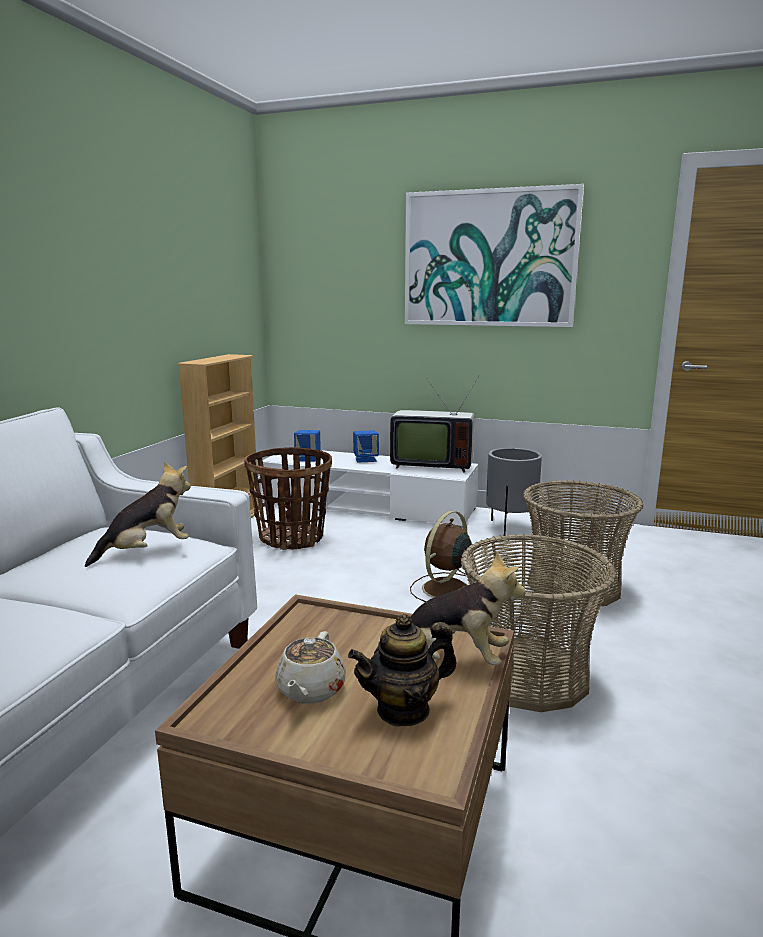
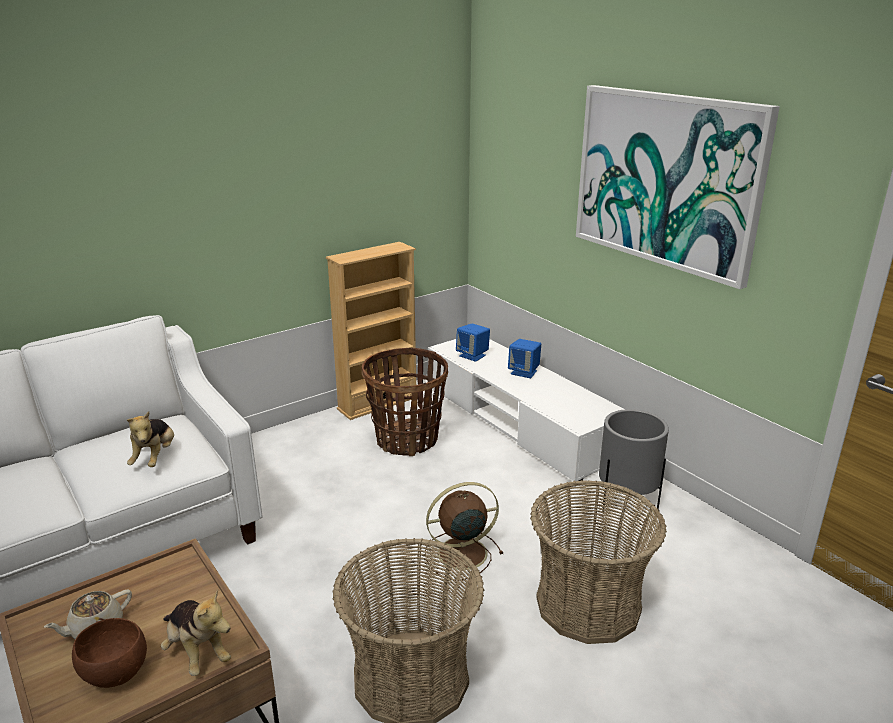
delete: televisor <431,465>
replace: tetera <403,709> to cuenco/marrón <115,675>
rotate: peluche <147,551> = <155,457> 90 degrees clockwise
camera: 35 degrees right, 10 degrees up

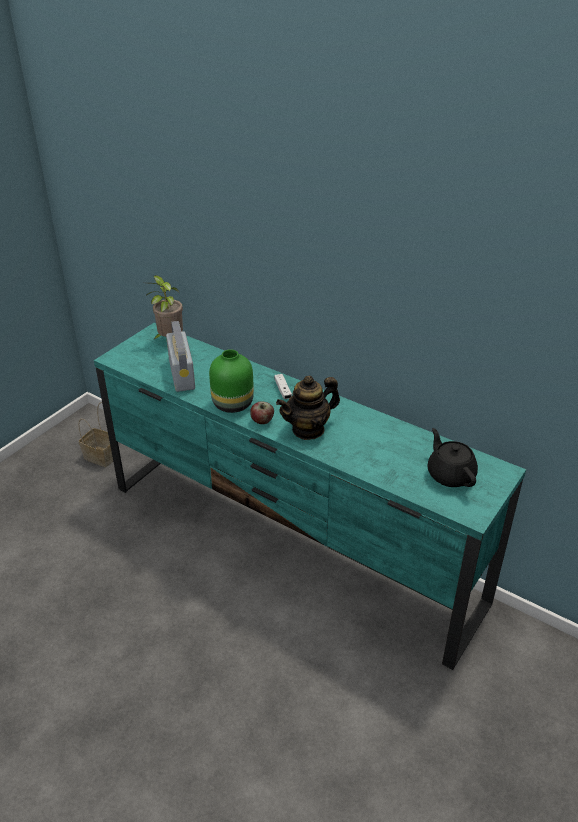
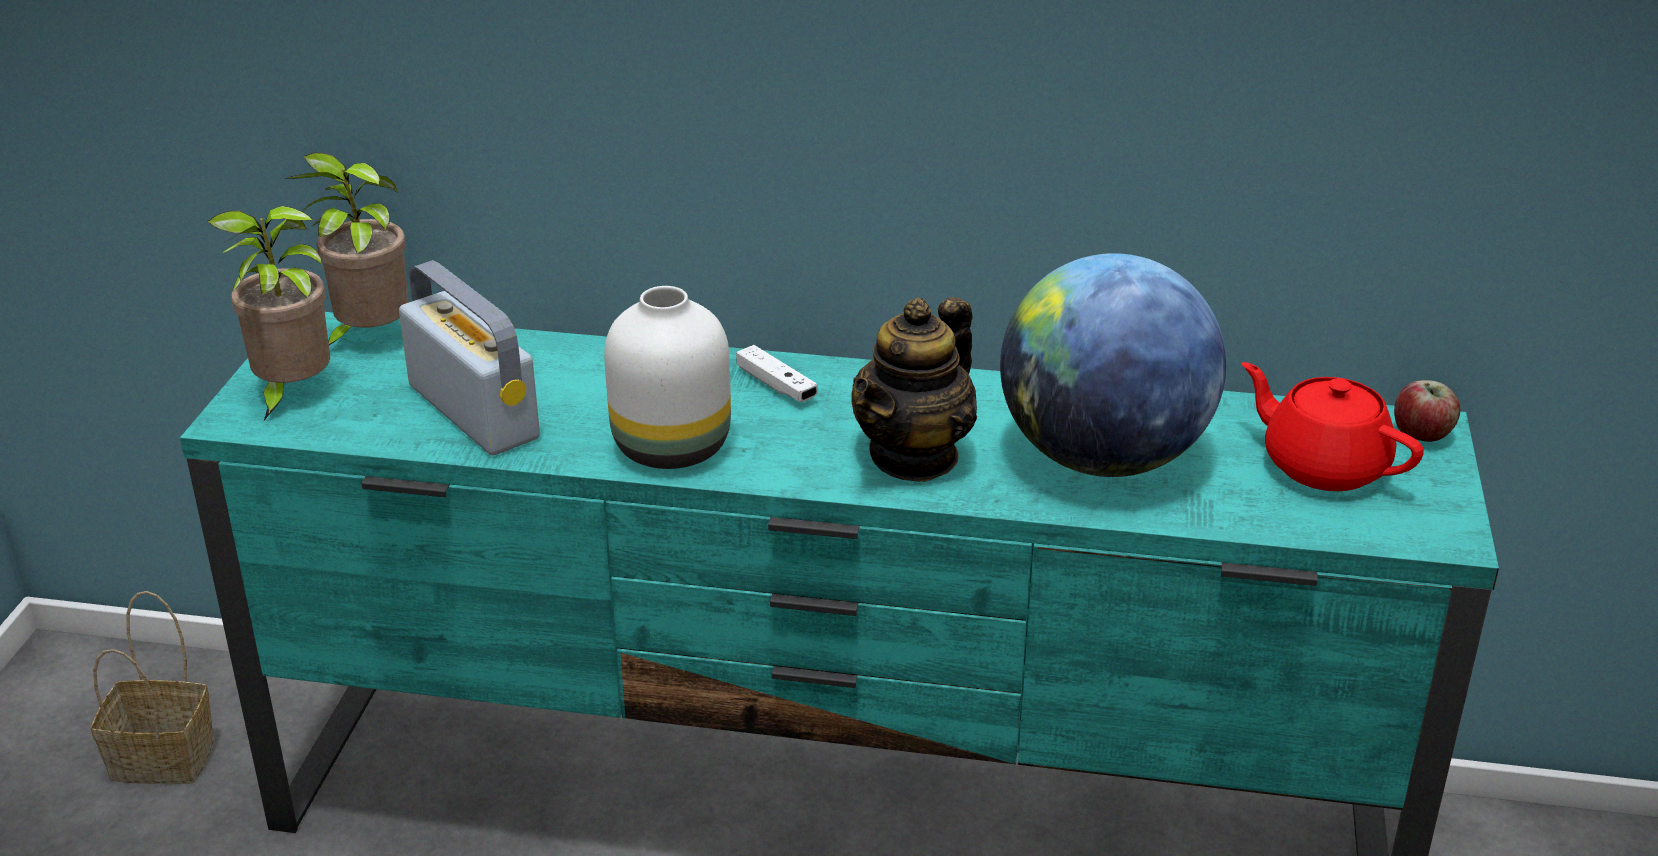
insert: planta en maceta <291,395>; globo terráqueo <1103,458>
move: manzana <262,421> to <1422,435>
recolor: florero/verde <232,404> to florero/blanco <672,449>; tetera/negro <450,474> to tetera/rojo <1322,465>
camera: 25 degrees left, 5 degrees down

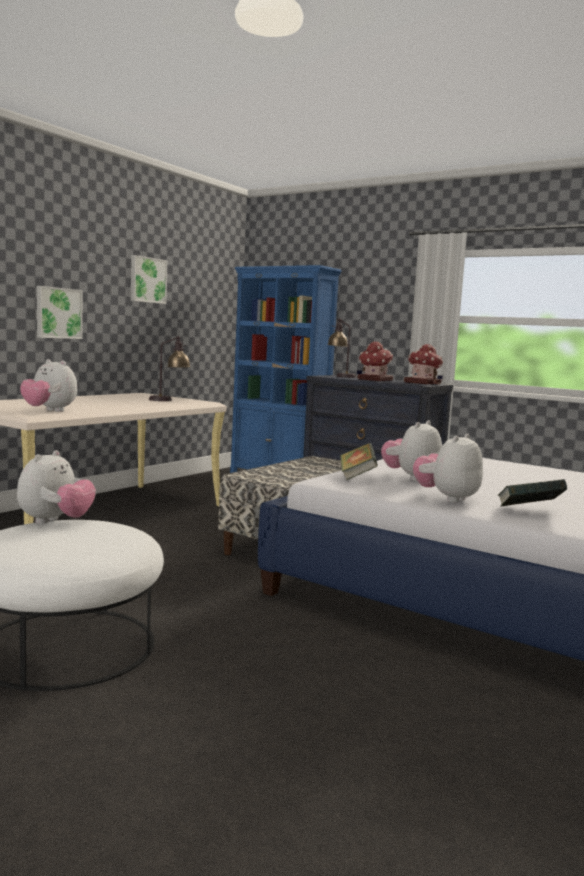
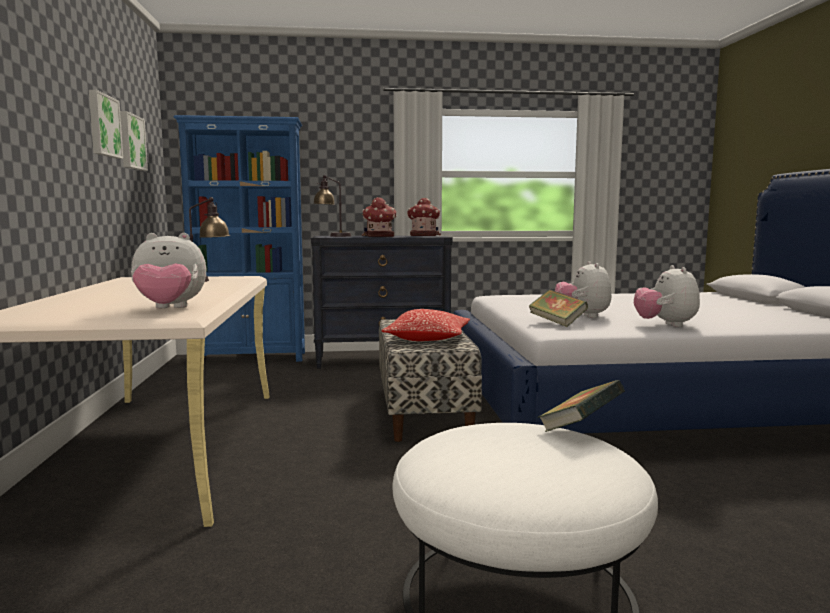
delete: peluche <55,522>
insert: cojín <428,339>
move: cuadro <58,313> to <131,142>; libro <529,511> to <580,429>
camera: 40 degrees left, 0 degrees up

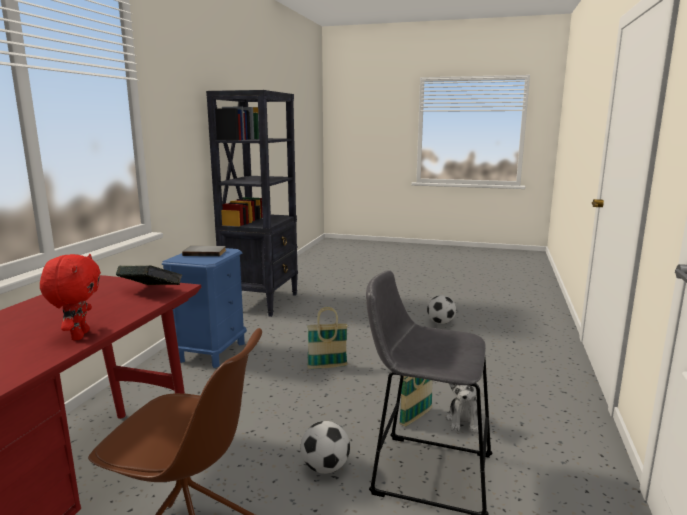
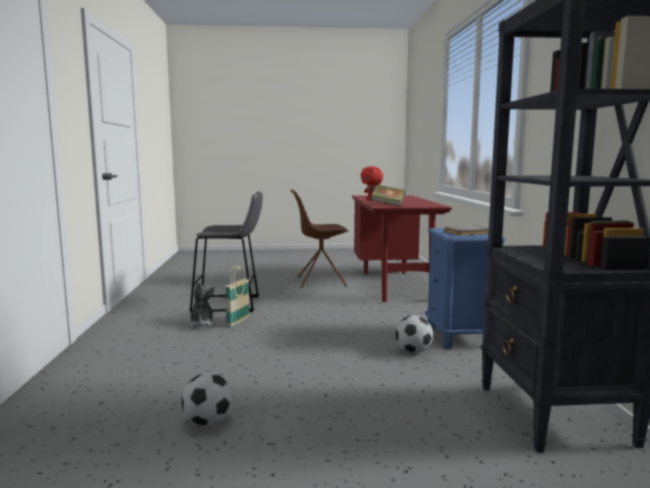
delete: cesta <327,366>
move: balón de fútbol <325,468> to <413,351>
camera: 160 degrees right, 5 degrees down

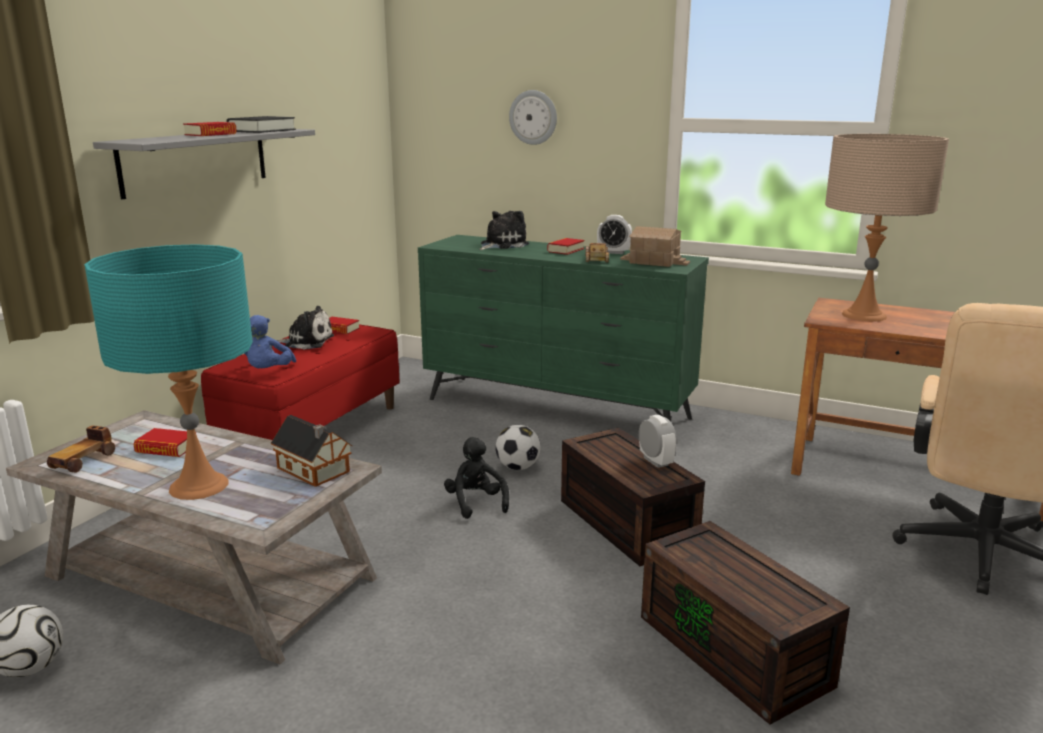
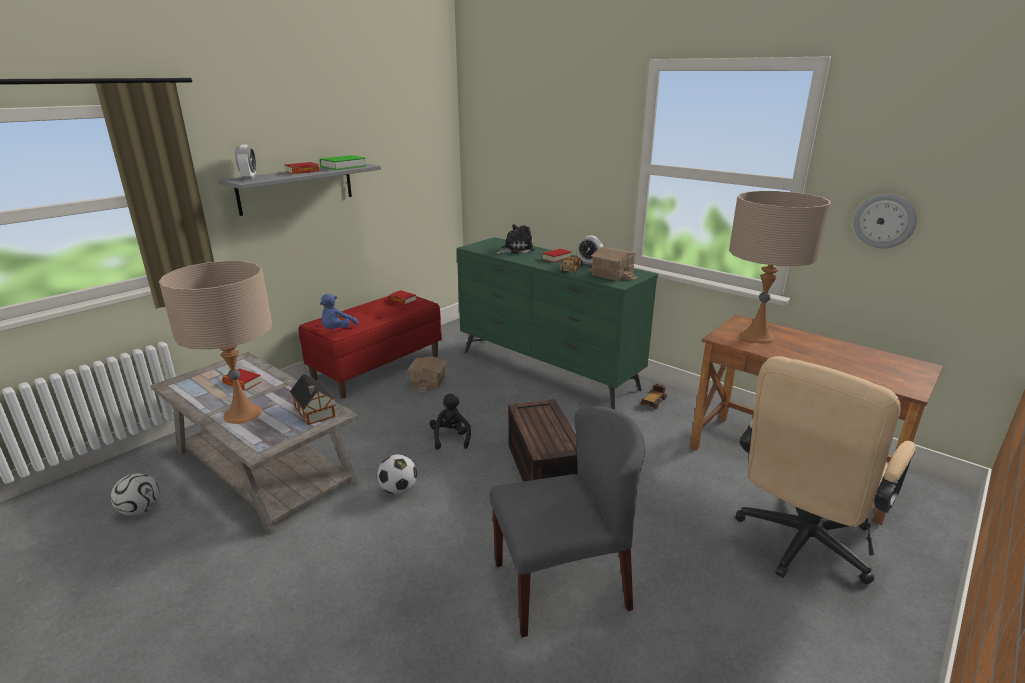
delete: peluche <306,342>
insert: casita <429,382>
move: reloj de pared <533,117> to <884,221>; despertador <655,461> to <249,178>; coche de juguete <84,460> to <653,401>; balón de fútbol <518,467> to <398,489>
replace: caja de almacenaje/marrón <737,651> to silla/gris <562,585>
recolor: libro/negro <262,130> to libro/verde <343,166>; lámpara de mesa/turquesa <199,486> to lámpara de mesa/beis <243,414>
camera: 15 degrees right, 5 degrees up

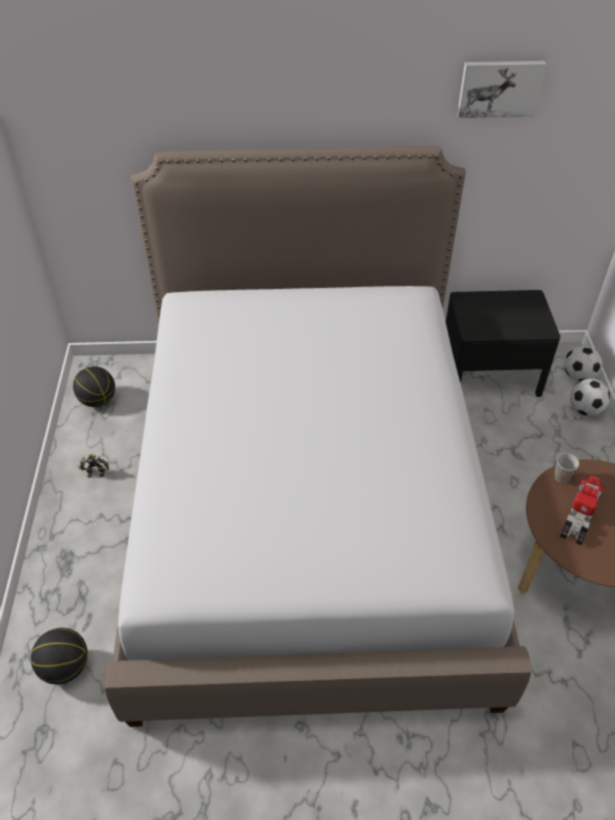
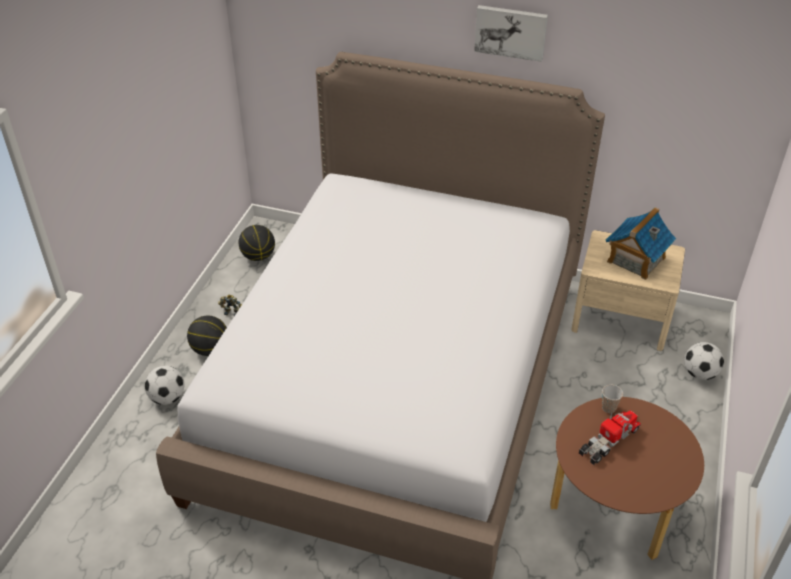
insert: casita <635,260>
move: cuadro <499,88> to <511,32>; balón de fútbol <578,376> to <167,397>; balón de baloncesto <65,667> to <210,349>
recolor: mesita de noche/negro <489,372> to mesita de noche/beis <621,317>
camera: 20 degrees right, 5 degrees down

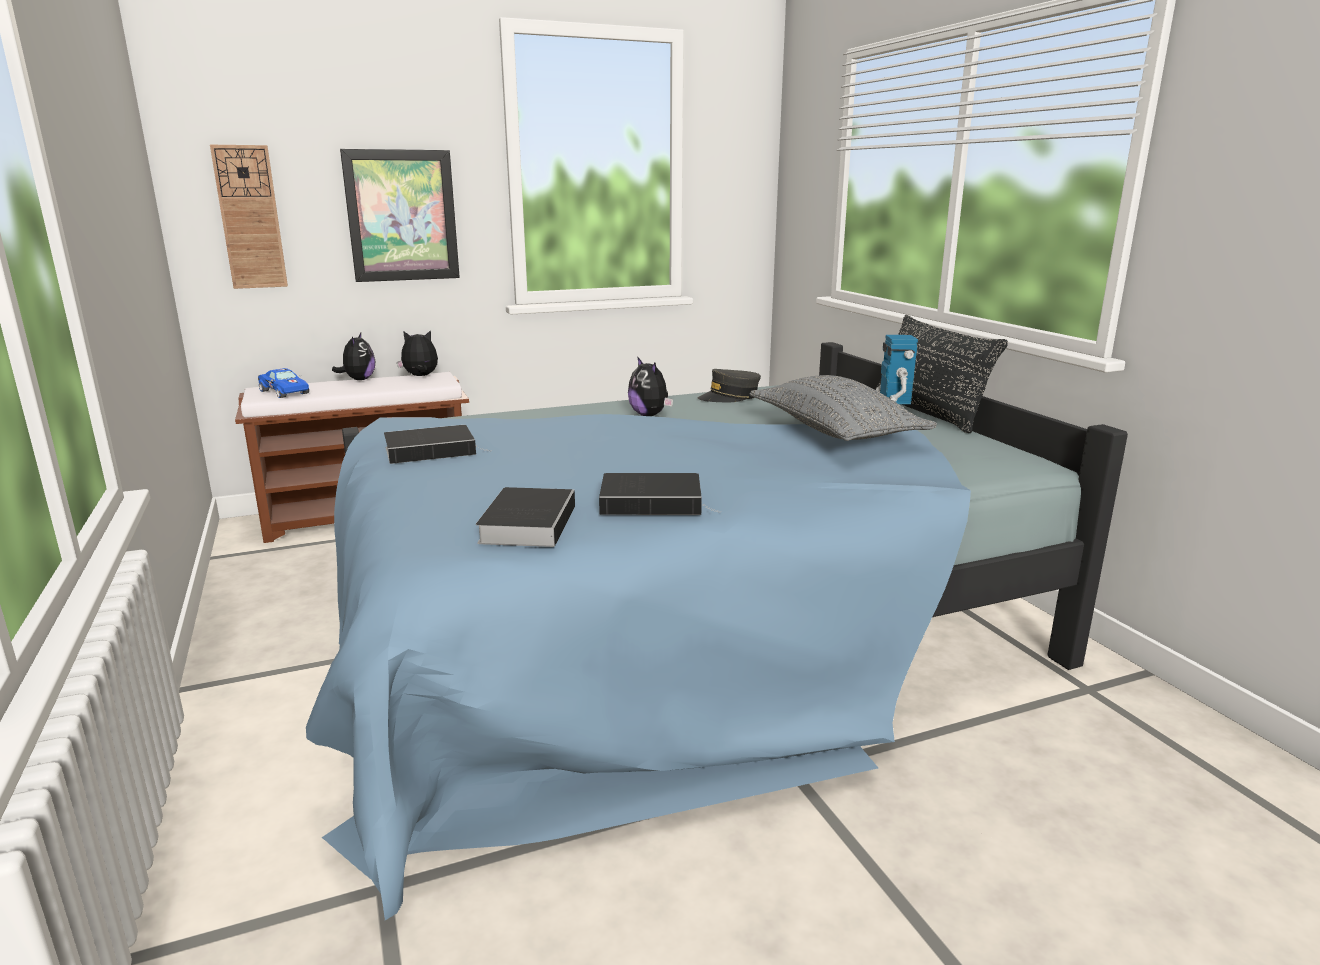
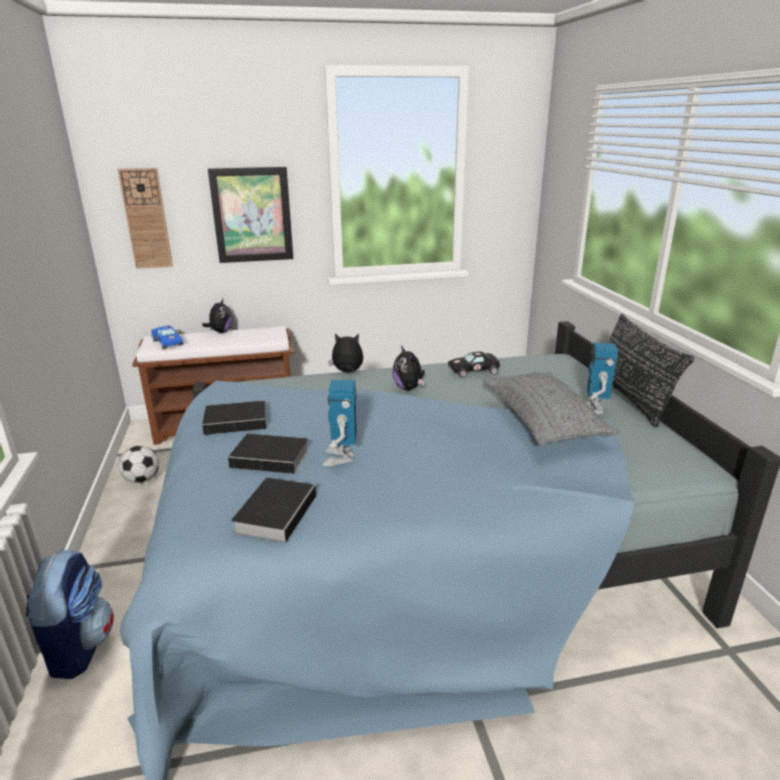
insert: robot de juguete <341,457>; balón de fútbol <142,480>; mochila <78,647>
move: peluche <420,376> to <347,372>; libro <654,501> to <273,458>
replace: gorra/gris <729,397> to coche de juguete/negro <475,371>
camera: 10 degrees right, 5 degrees up

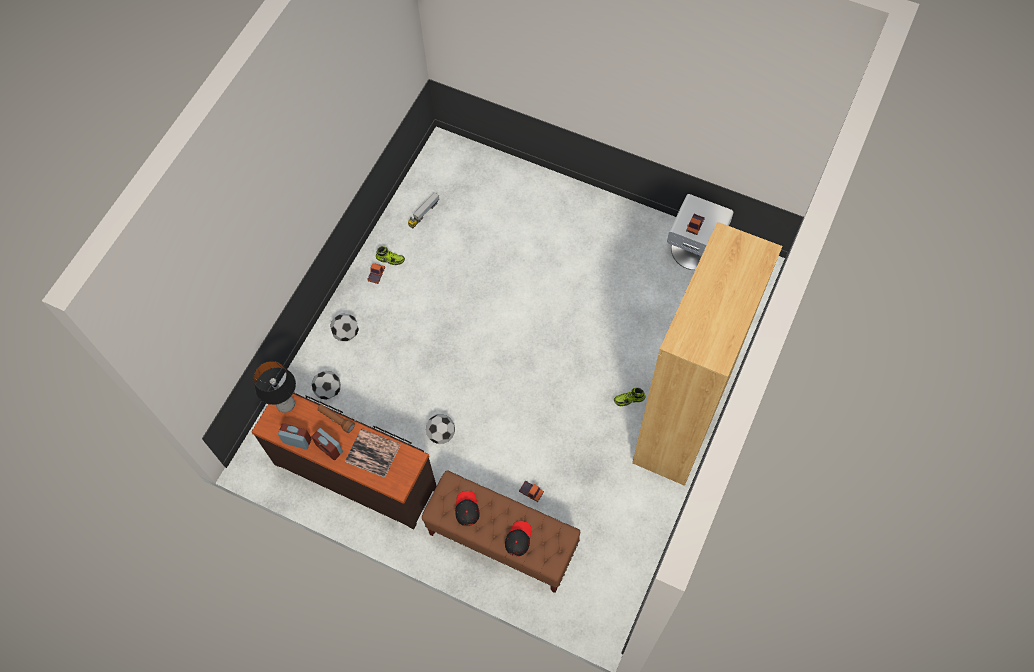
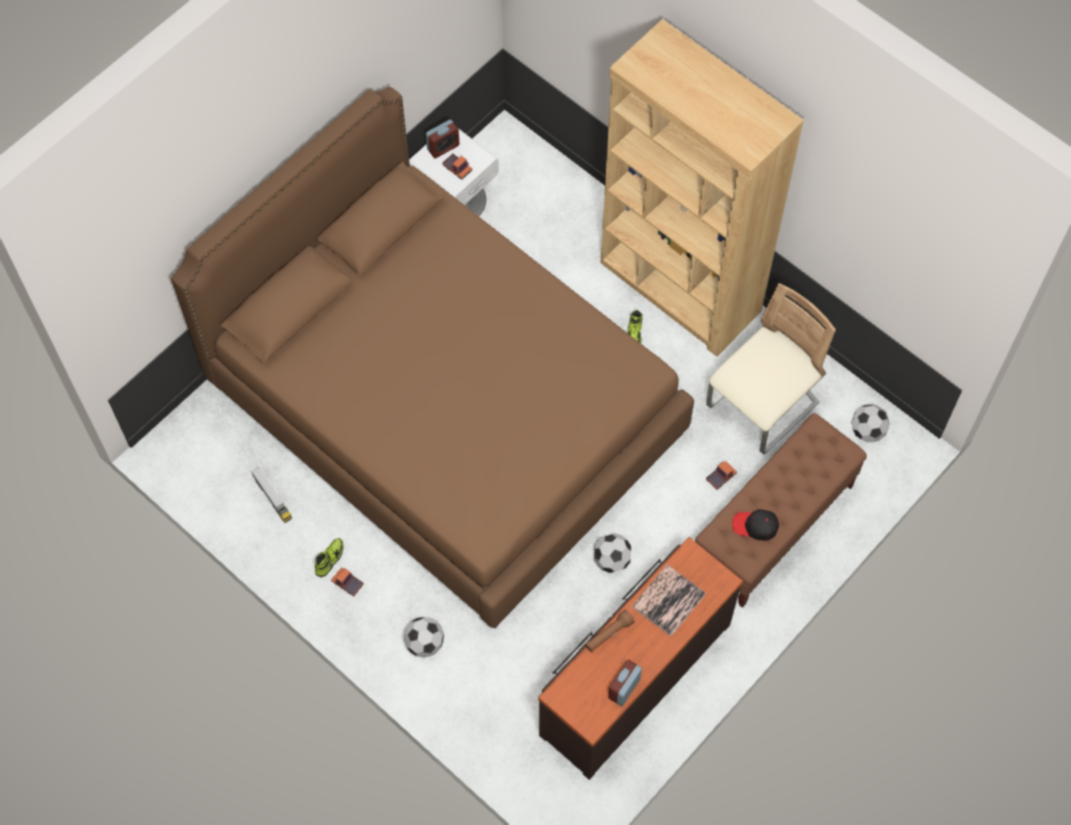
delete: lámpara de mesa <285,404>; gorra/negro <518,539>
insert: cama/marrón <446,410>; silla/beis <762,406>
move: balón de fútbol <328,390> to <867,431>; despertador <329,448> to <443,147>
camera: 75 degrees left, 0 degrees up

